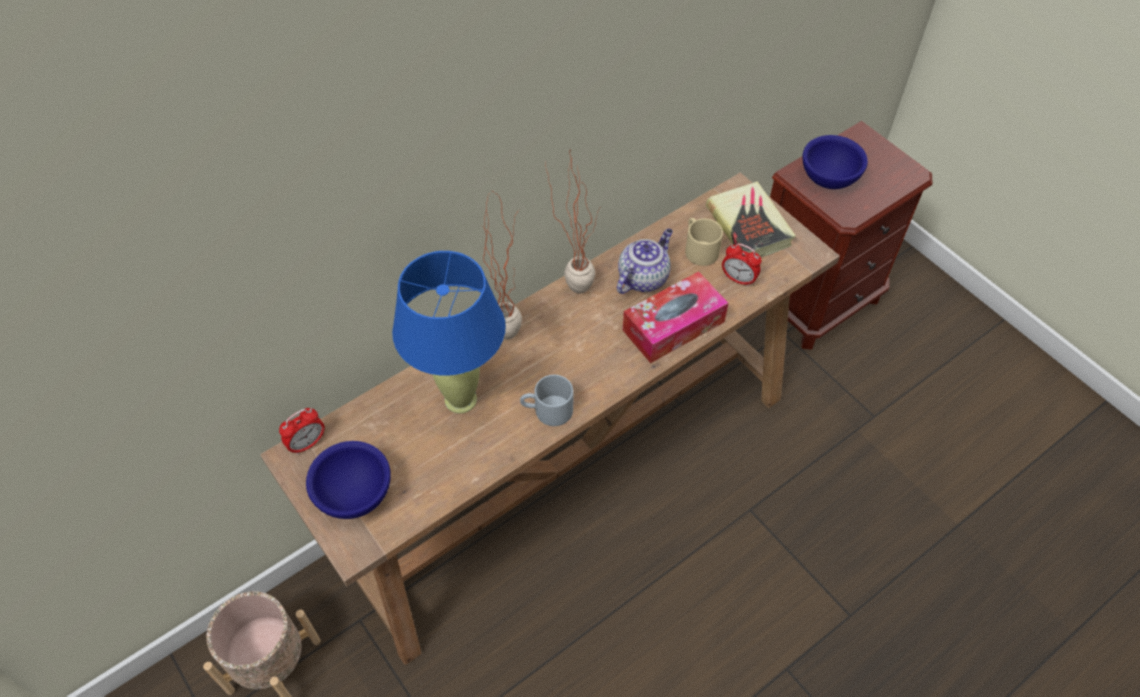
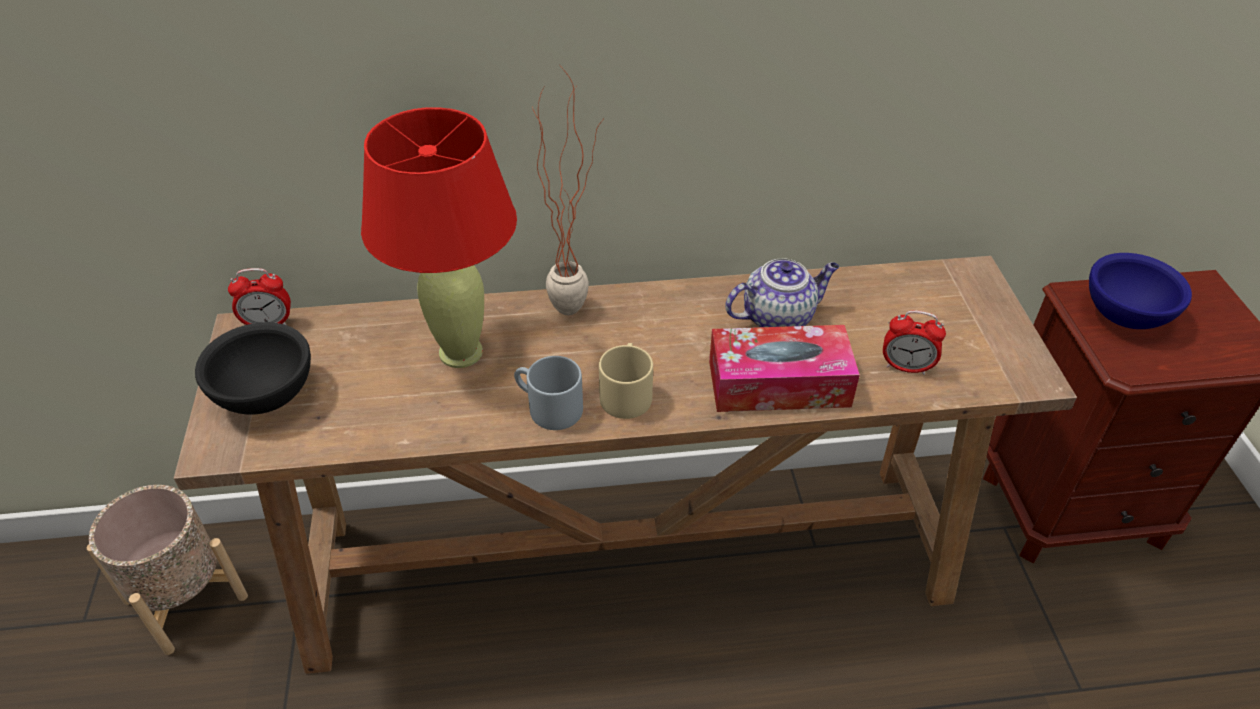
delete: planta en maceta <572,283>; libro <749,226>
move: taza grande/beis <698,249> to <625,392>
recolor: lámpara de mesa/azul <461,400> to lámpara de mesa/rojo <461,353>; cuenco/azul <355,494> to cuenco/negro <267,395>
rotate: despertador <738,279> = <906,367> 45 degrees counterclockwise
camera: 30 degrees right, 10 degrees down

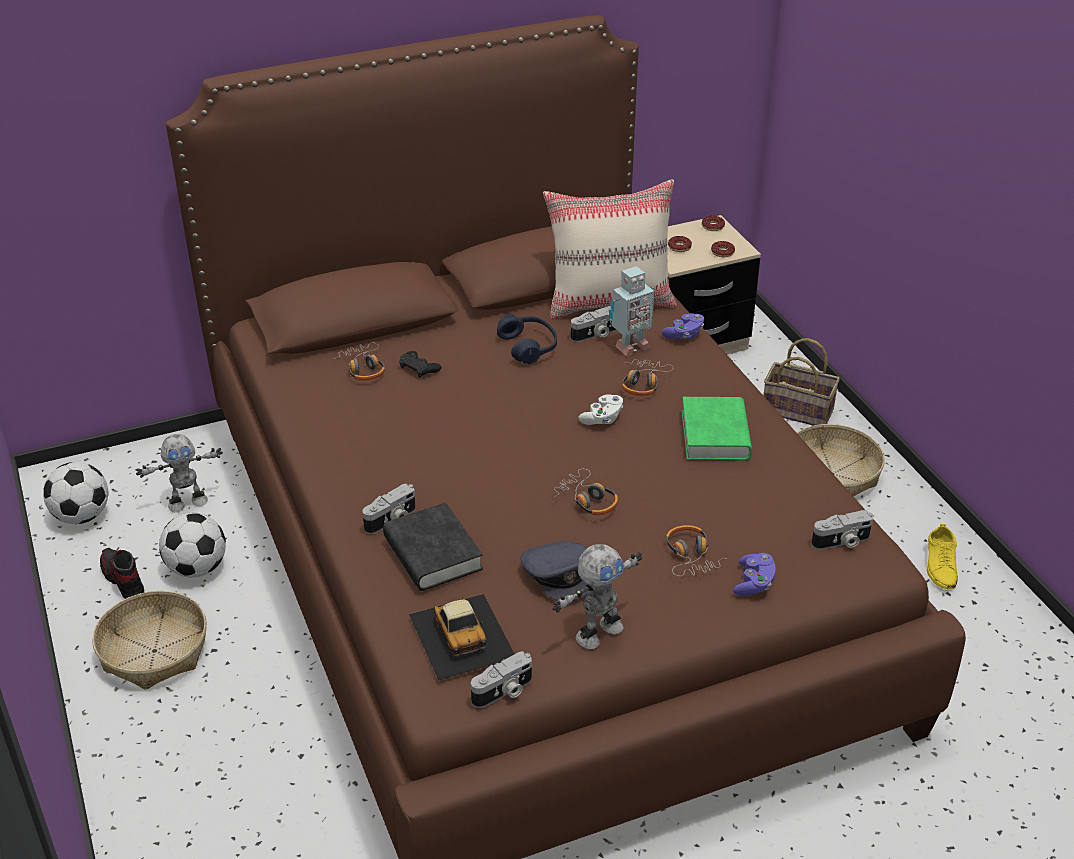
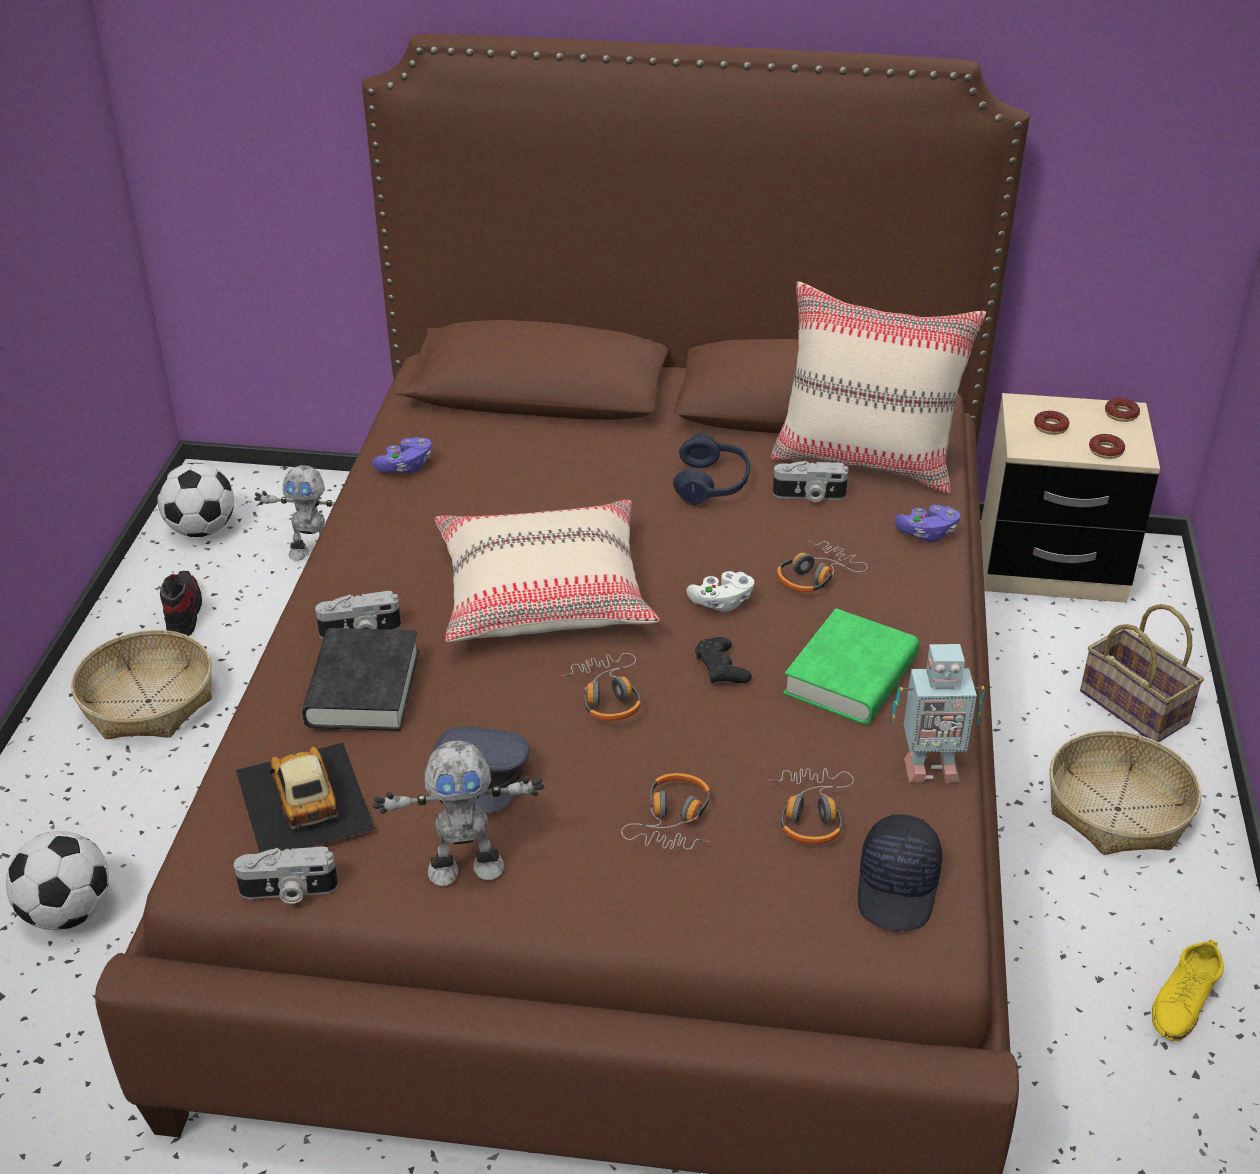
insert: cojín/beis <544,593>
move: robot de juguete <630,346> to <928,767>; auriculares <363,368> to <810,813>; mando de consola/negro <419,368> to <721,668>; balón de fútbol <197,568> to <68,912>; mando de consola/morado <754,583> to <405,467>
replace: cámara <841,542> to gorra/negro <899,887>
rotate: coche de juguete <462,635> = <303,800> 150 degrees clockwise
camera: 30 degrees right, 0 degrees up

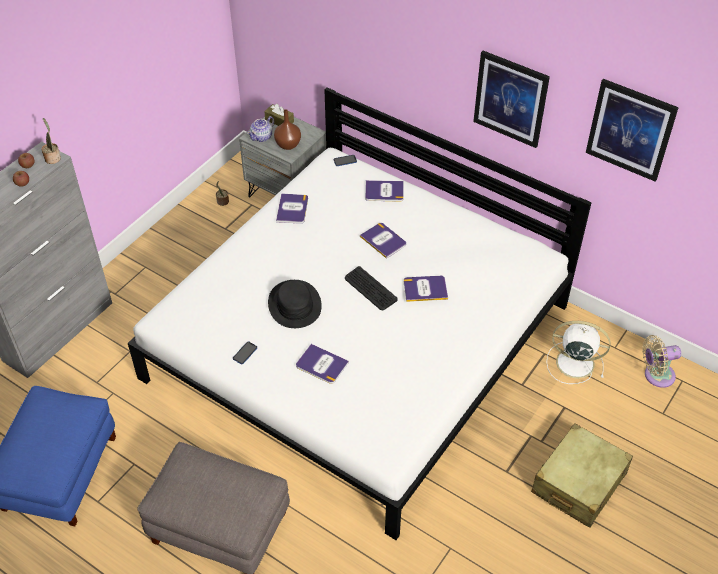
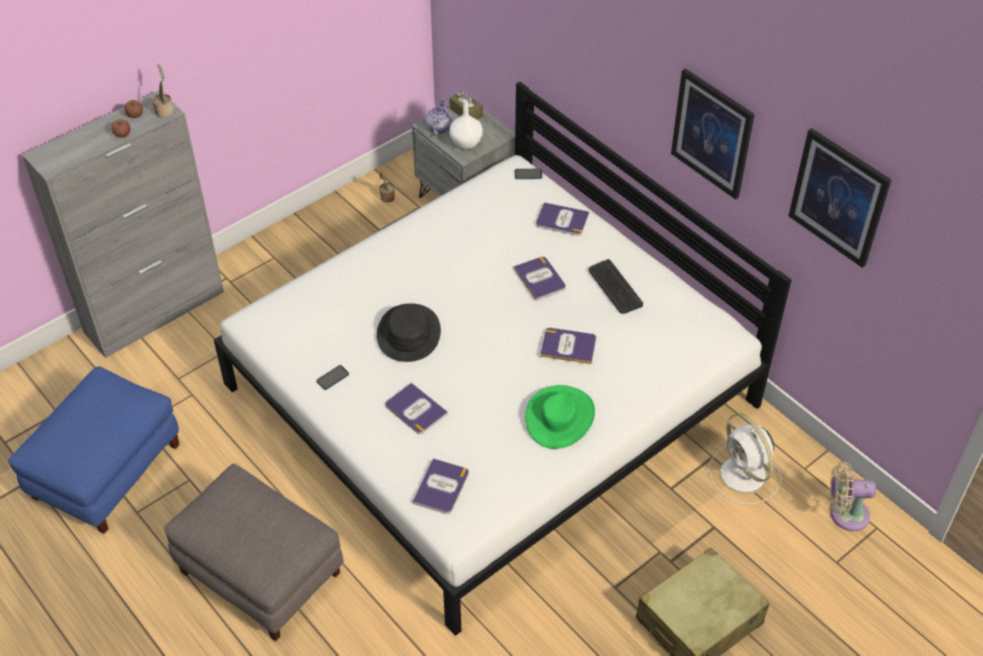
insert: sombrero/verde <560,417>
move: libro <292,209> to <441,487>; teclado <370,289> to <615,287>
recolor: florero/marrón <287,145> to florero/blanco <465,143>
rotate: tetera <262,137> = <439,128> 135 degrees clockwise; ventilador/blanco <573,363> = <744,476> 150 degrees counterclockwise
camera: 15 degrees right, 0 degrees up

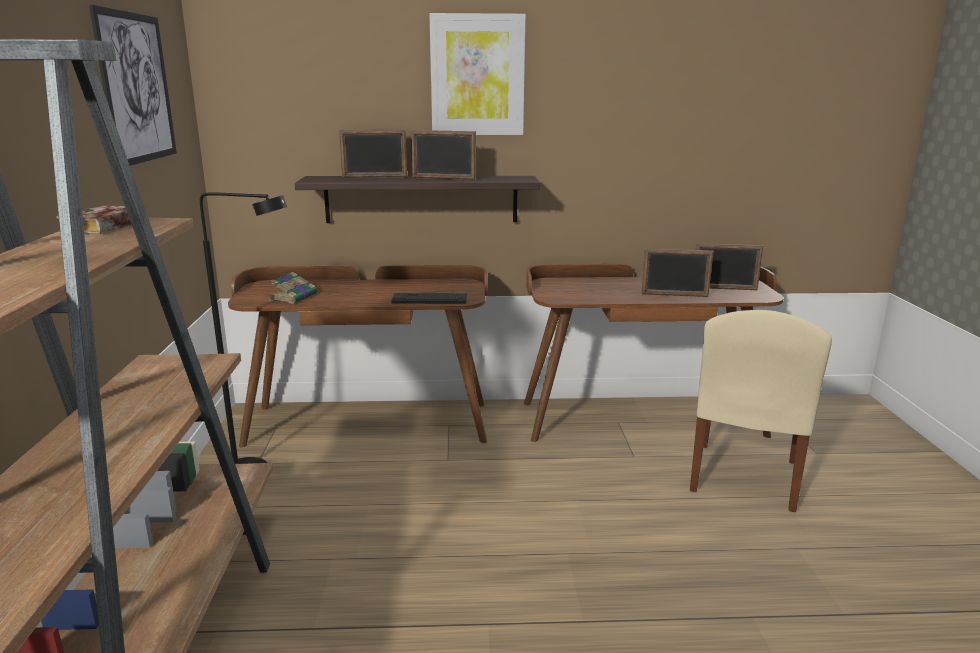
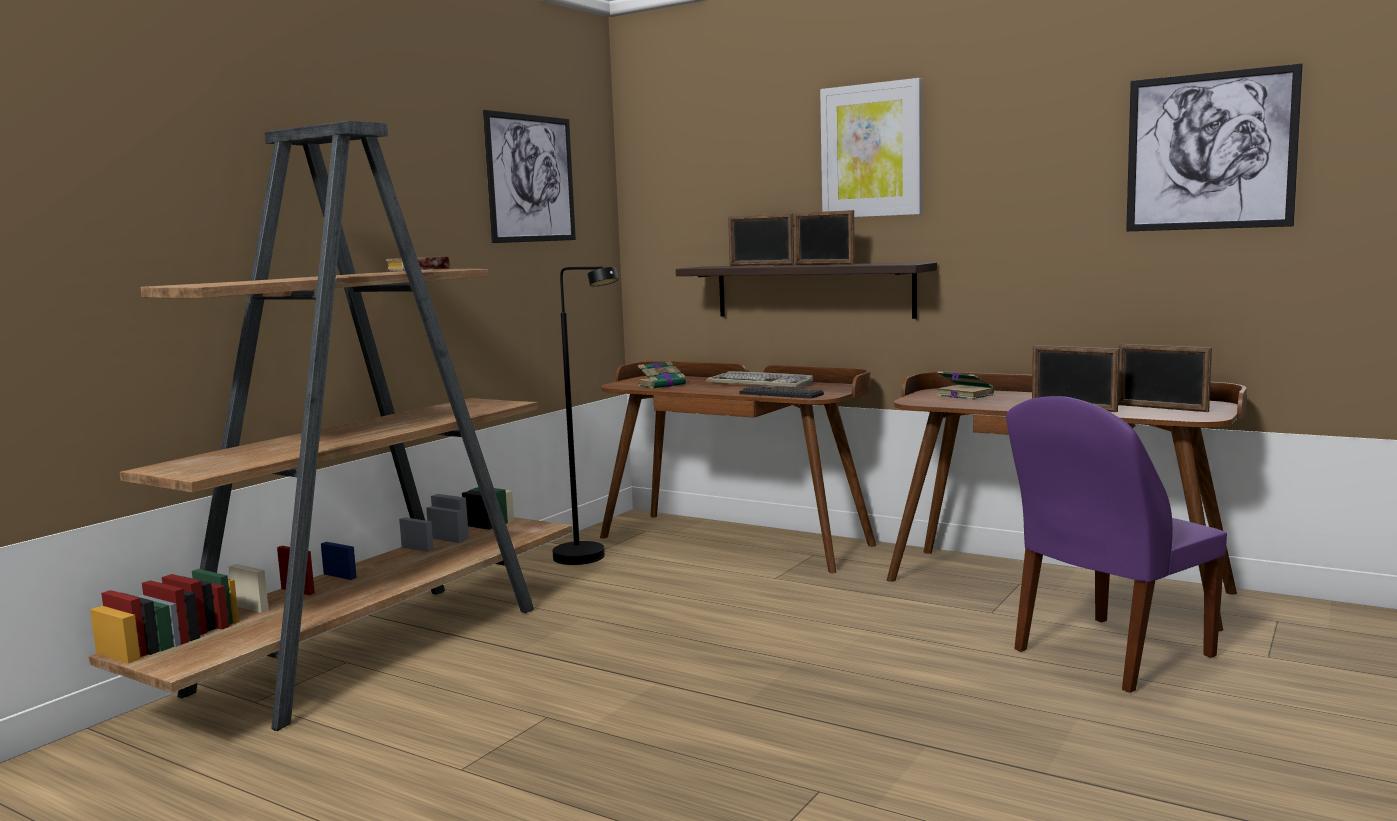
insert: cuadro <1210,151>; teclado <761,384>; libro <963,395>
recolor: silla/beis <743,478> to silla/morado <1109,655>
camera: 35 degrees right, 10 degrees down

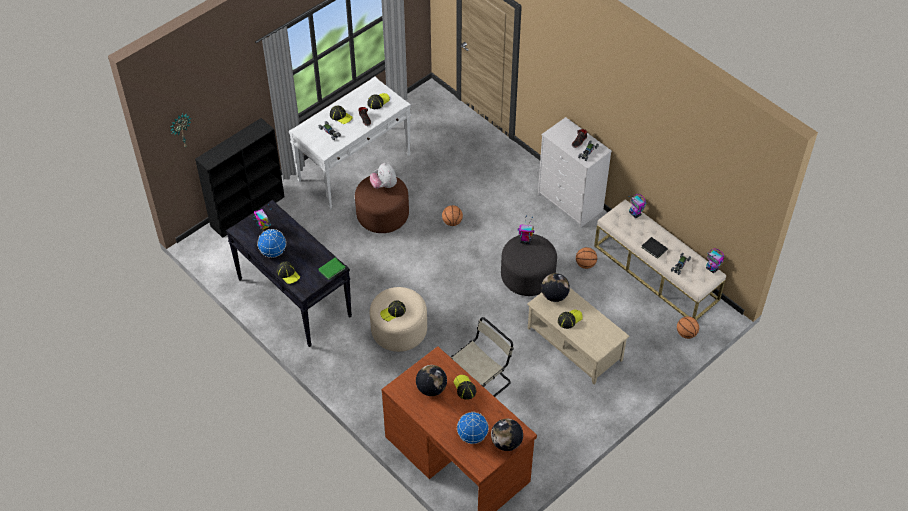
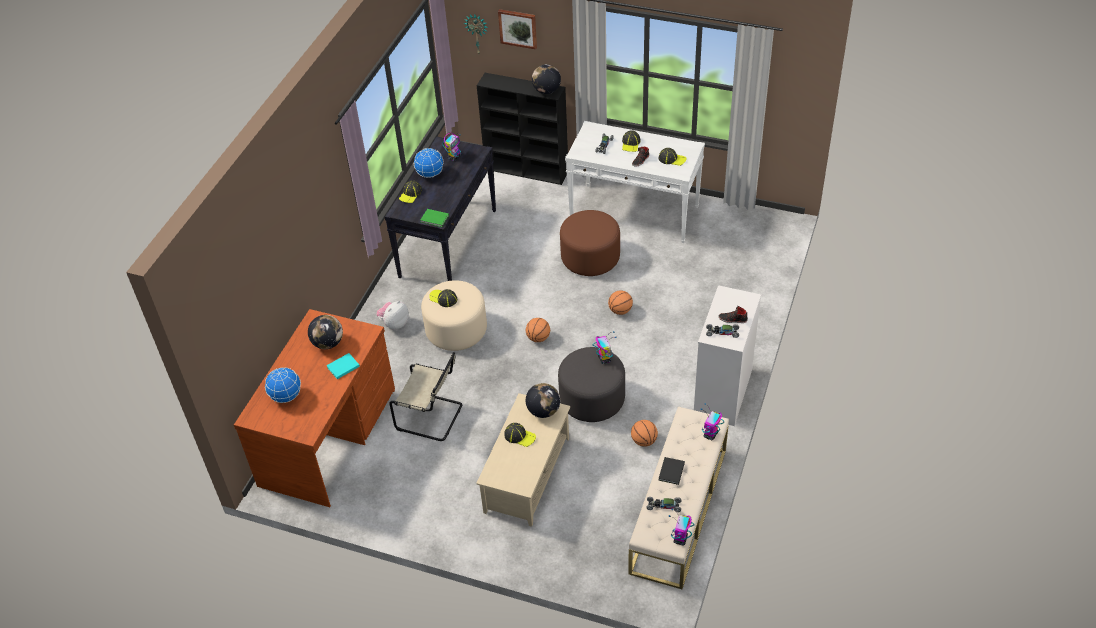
insert: cuadro <518,28>
move: peluche <384,185> to <394,323>; balón de baloncesto <686,333> to <538,338>; globo terráqueo <506,443> to <546,91>
replace: gorra <464,388> to libro/turquesa <342,367>
camera: 65 degrees right, 5 degrees down

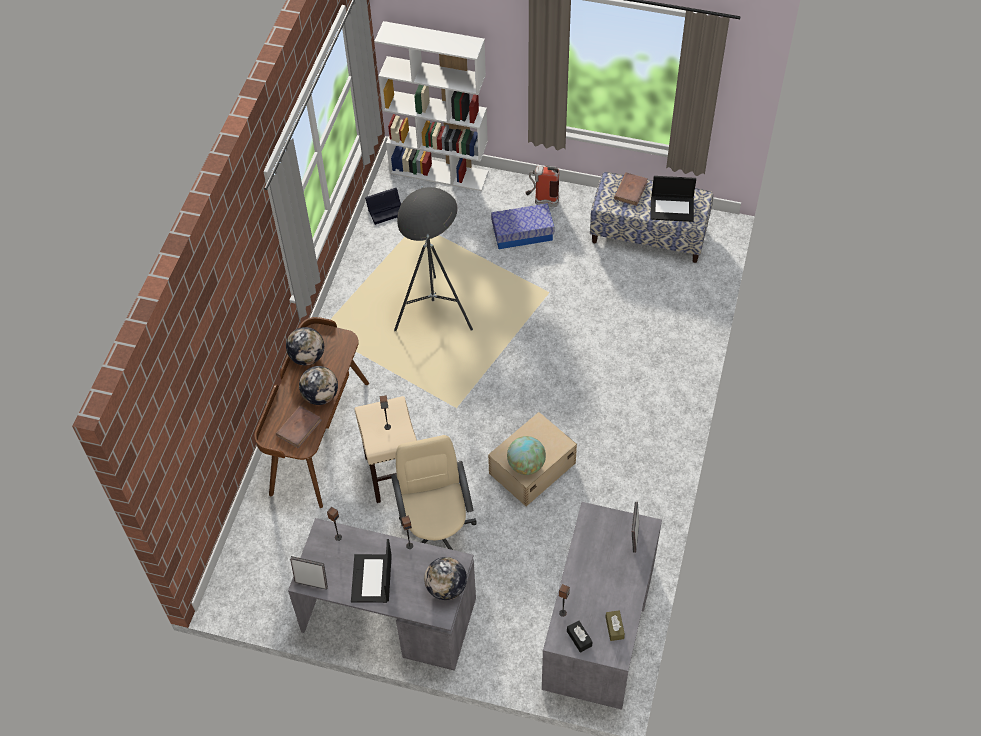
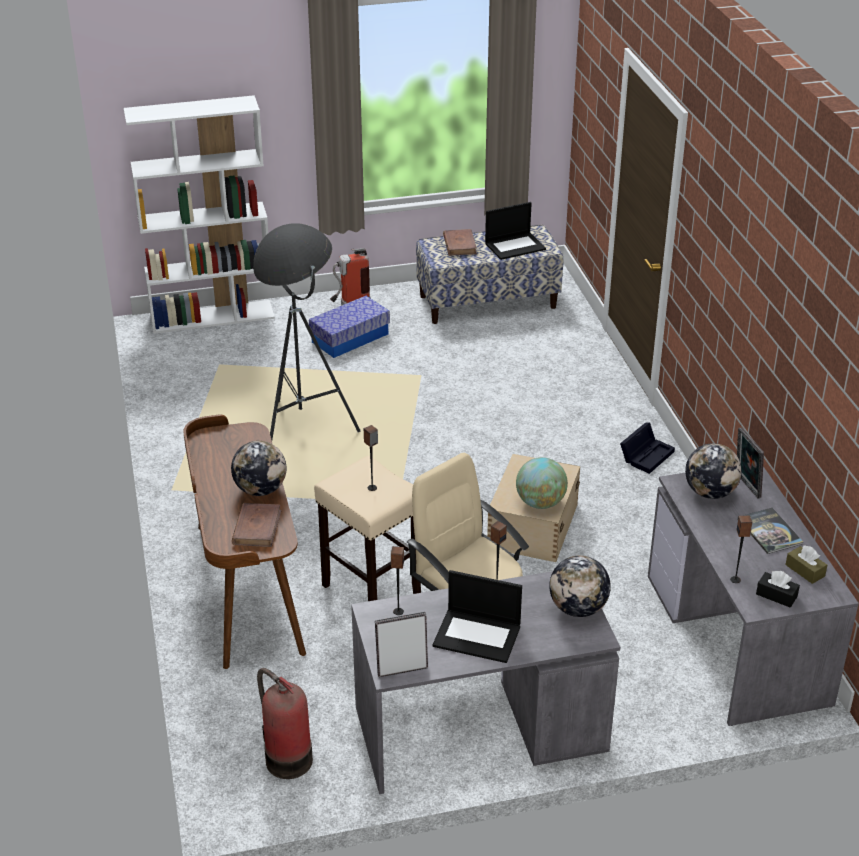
insert: libro <769,531>; extintor <286,758>
move: caja de almacenaje/negro <387,210> to <647,454>; globo terráqueo <307,357> to <710,492>
rotate: portátil <372,579> = <478,635> 45 degrees counterclockwise
camera: 30 degrees left, 20 degrees down

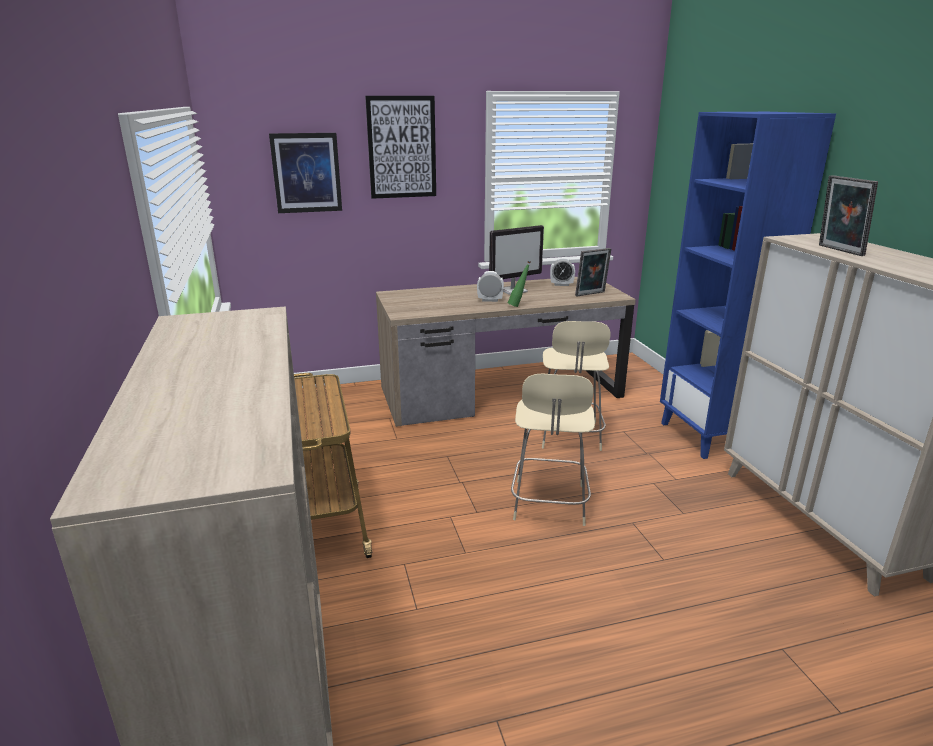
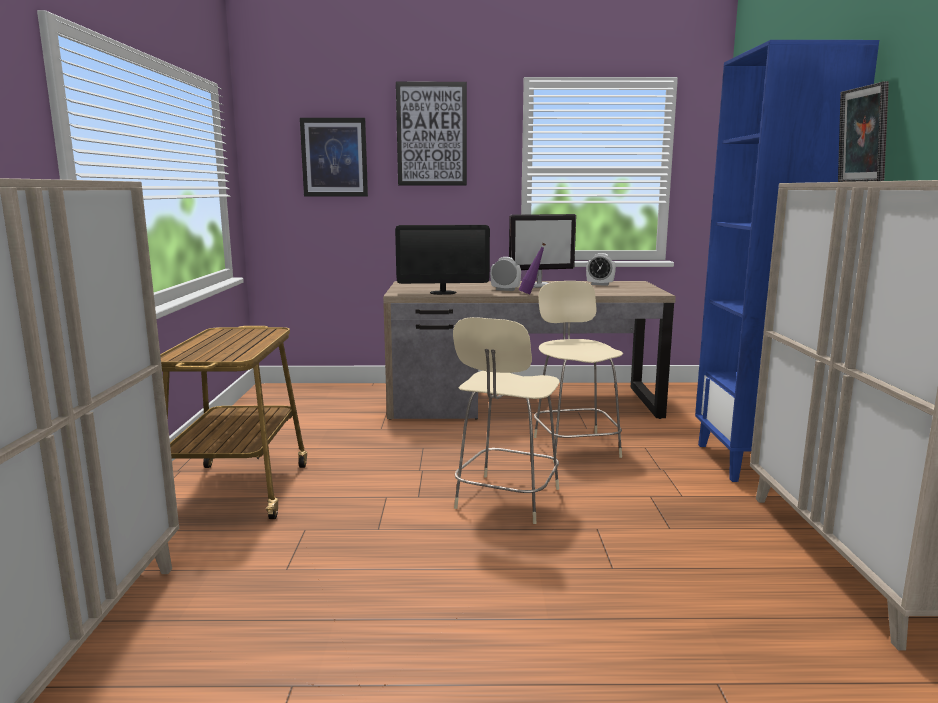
delete: portarretratos <591,294>
insert: monitor <443,292>
recolor: botella/verde <518,306> to botella/morado <531,294>
rotate: silla/beis <569,436> = <575,445> 150 degrees clockwise
camera: 15 degrees right, 10 degrees down

